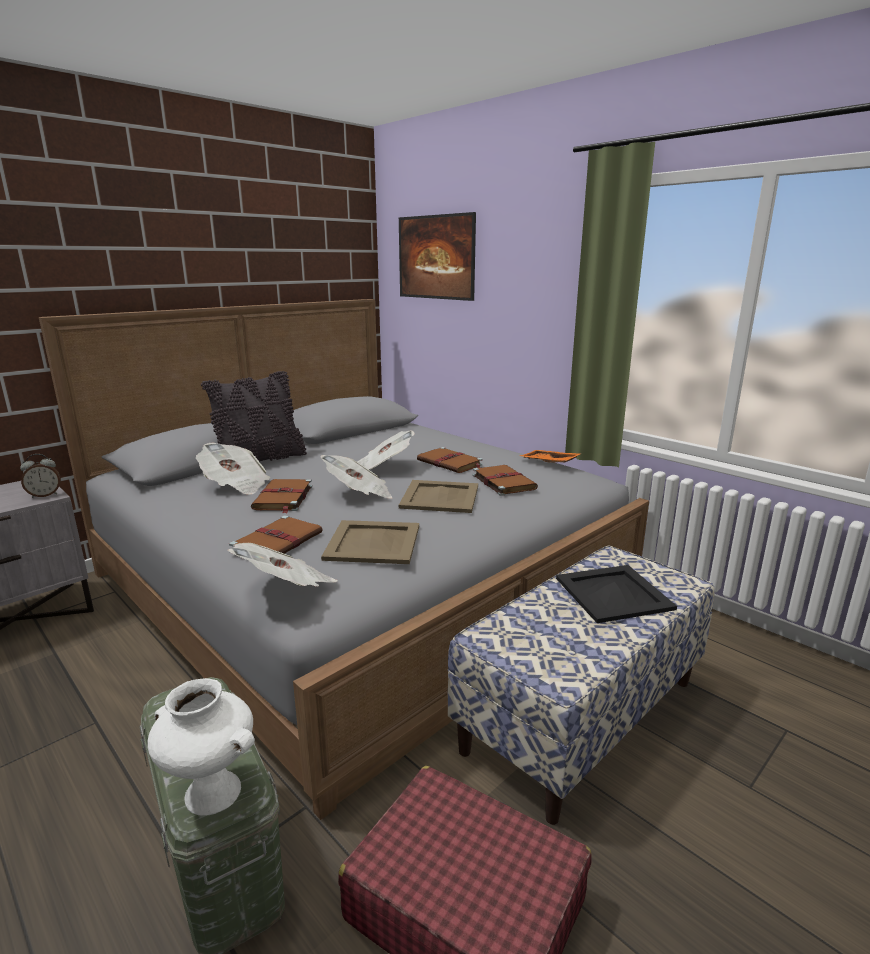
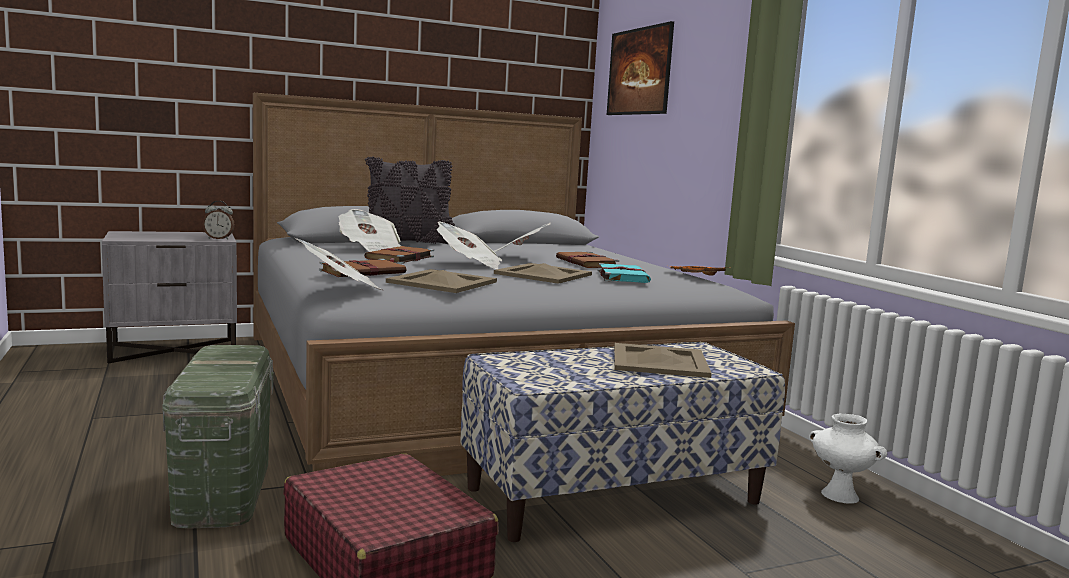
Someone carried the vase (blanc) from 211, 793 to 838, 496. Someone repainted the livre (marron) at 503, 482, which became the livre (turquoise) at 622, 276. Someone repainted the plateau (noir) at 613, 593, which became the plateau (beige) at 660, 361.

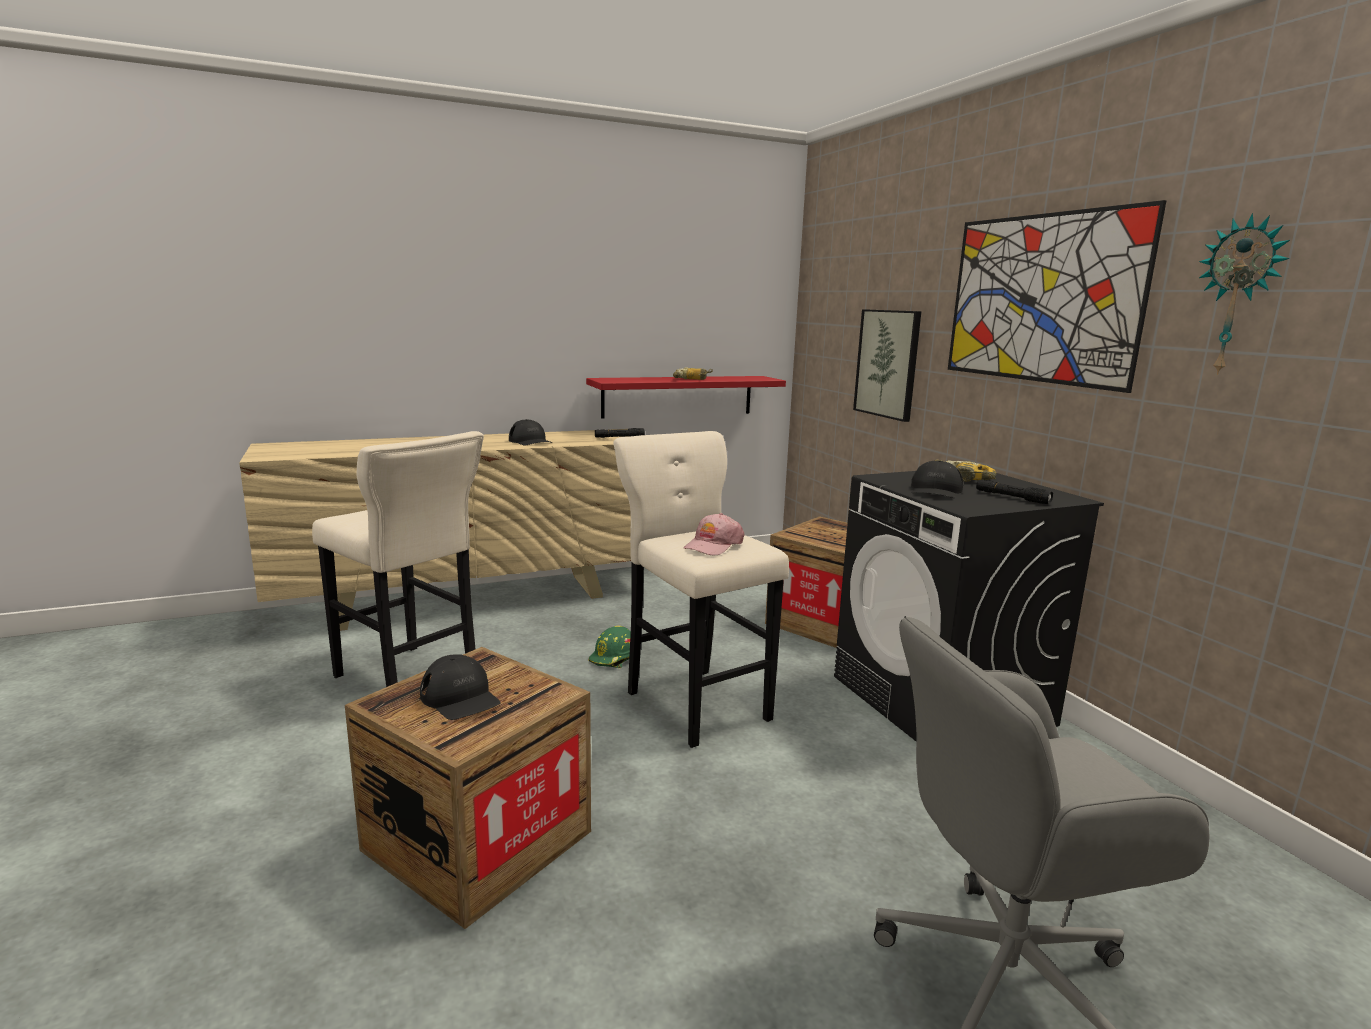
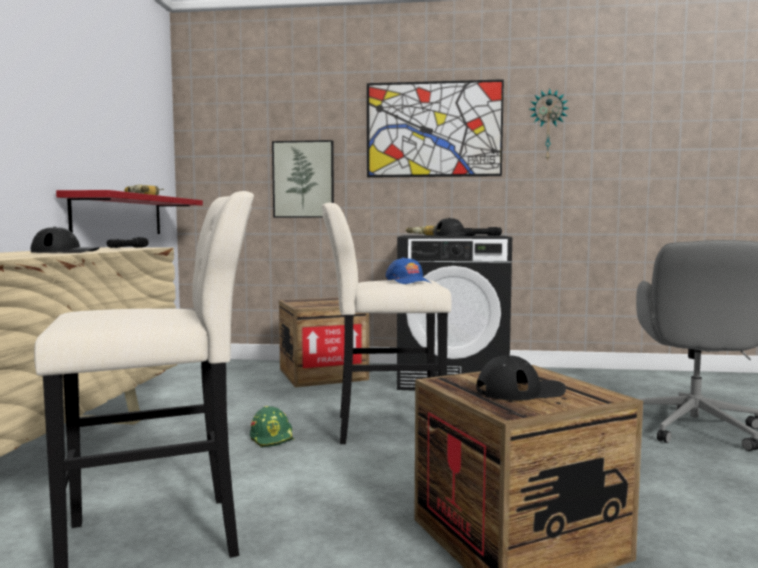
Someone repainted the casquette (rose) at 713, 545, which became the casquette (bleu) at 408, 282.

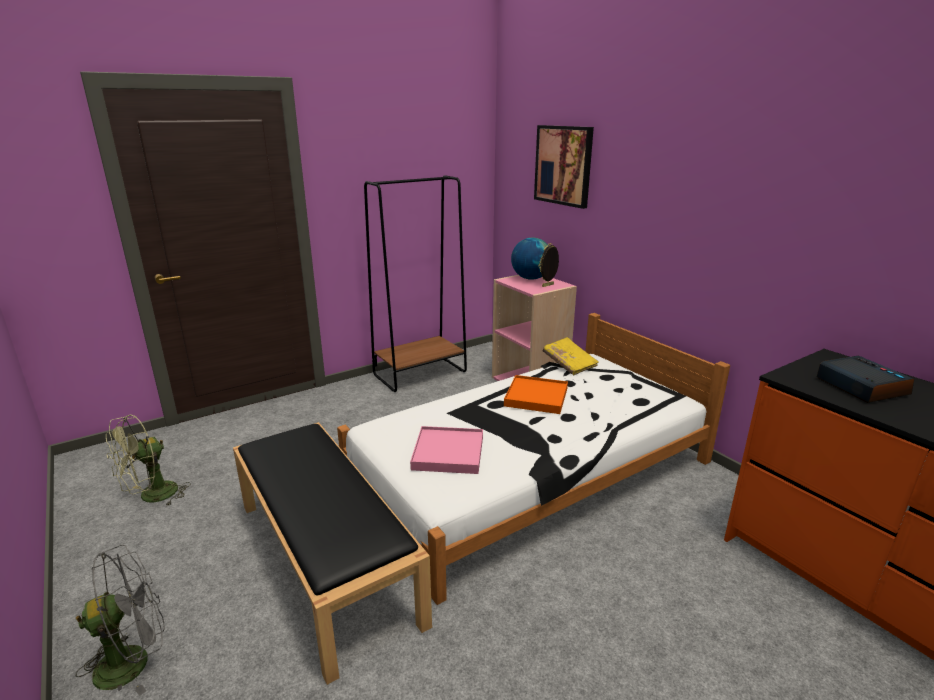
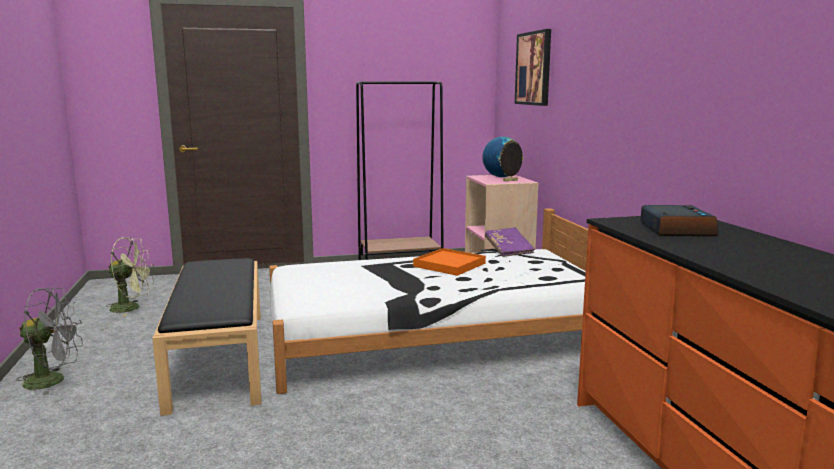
Someone rotated the ventilateur (vert) at 152, 497 by 150 degrees counterclockwise. Someone took away the plateau (rose) at 448, 453. Someone repainted the livre (jaune) at 569, 364, which became the livre (violet) at 509, 250.

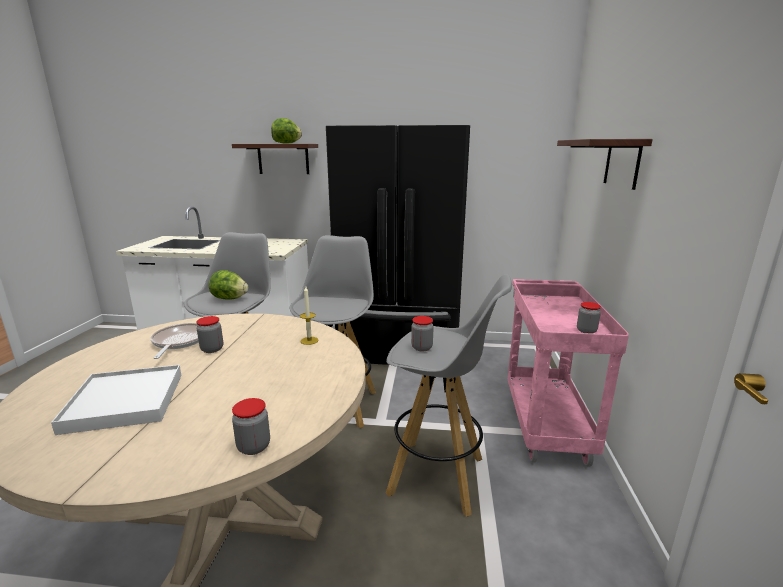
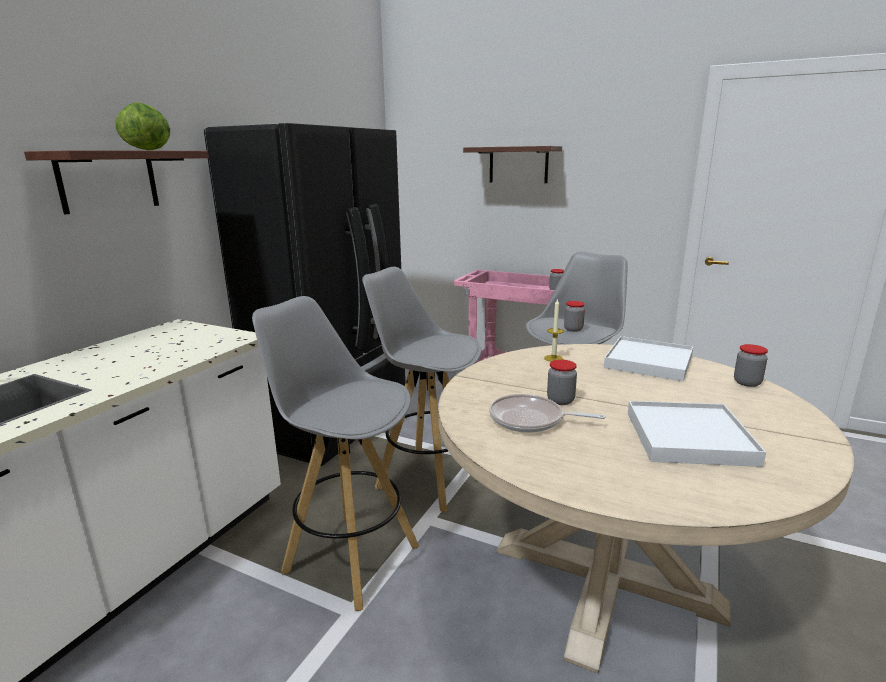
Someone took away the laitue at 229, 299. Someone put down the plateau (blanc) at 649, 362.

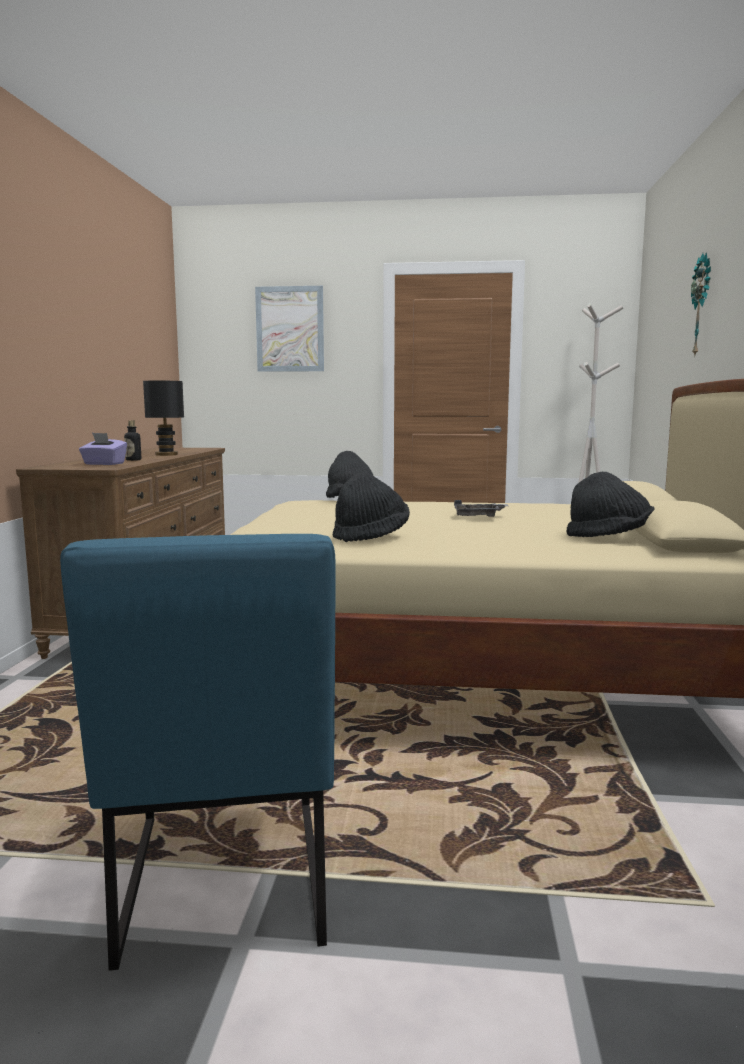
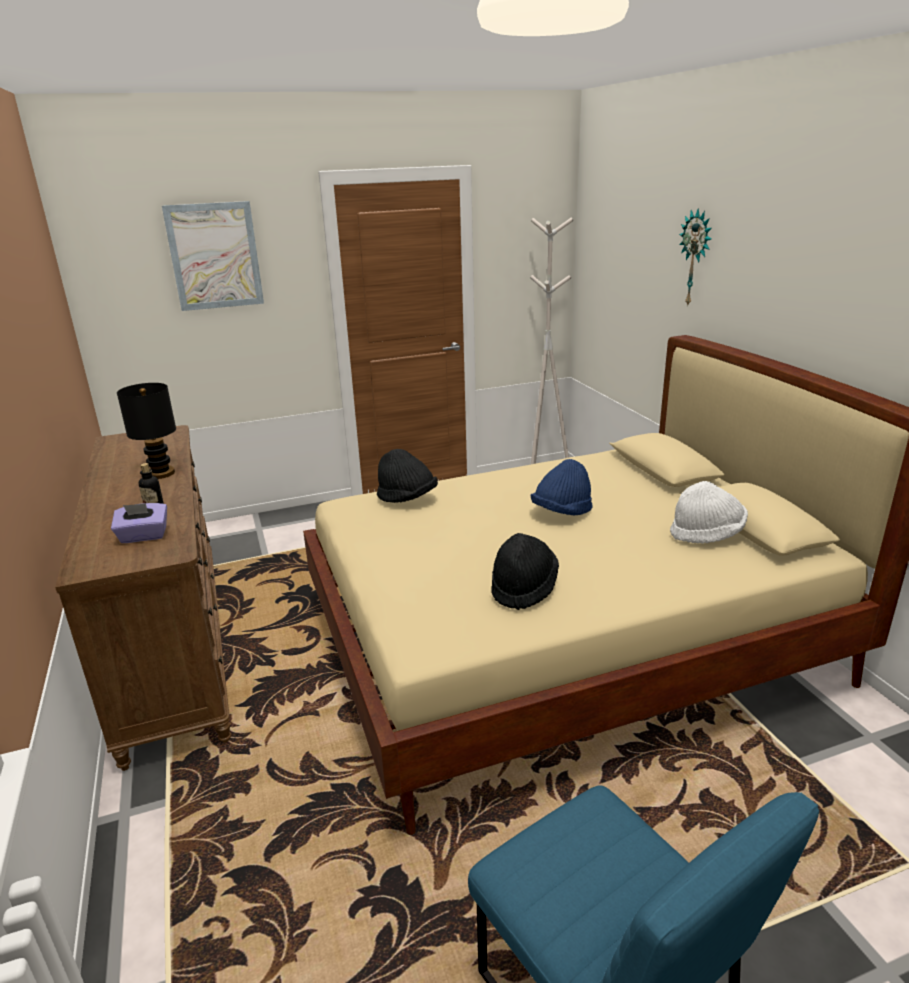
Someone swapped the plateau (gris) at 478, 516 for the chapeau (bleu) at 561, 512. Someone repainted the chapeau (noir) at 609, 537, which became the chapeau (blanc) at 707, 534.

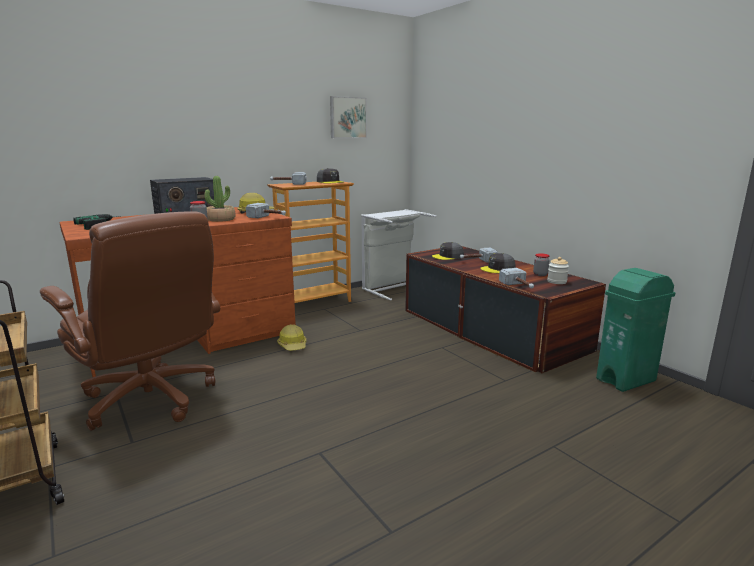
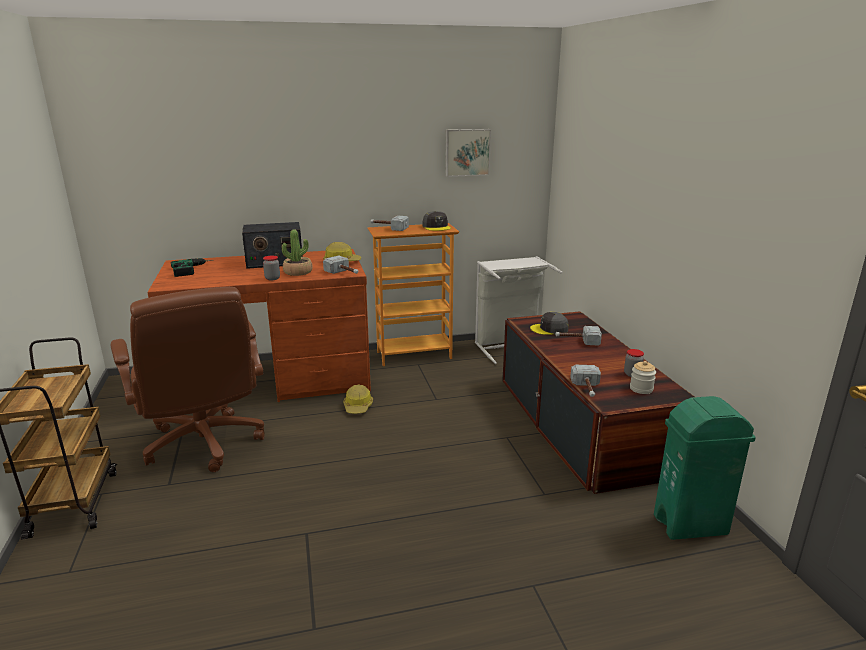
Someone took away the casquette (gris) at 498, 269.

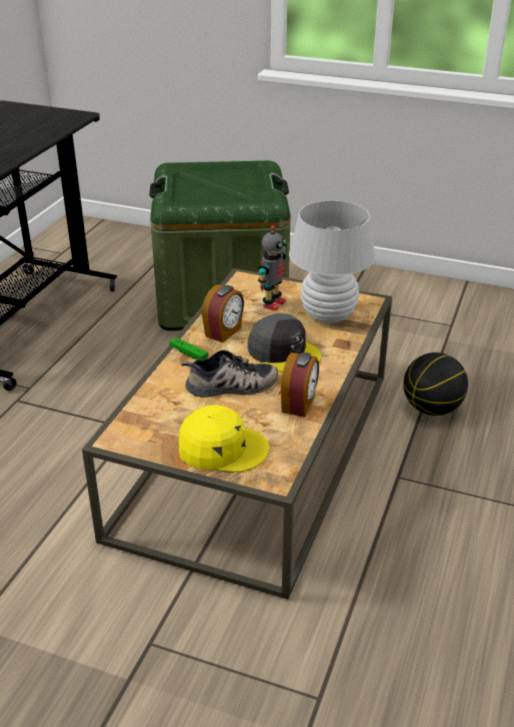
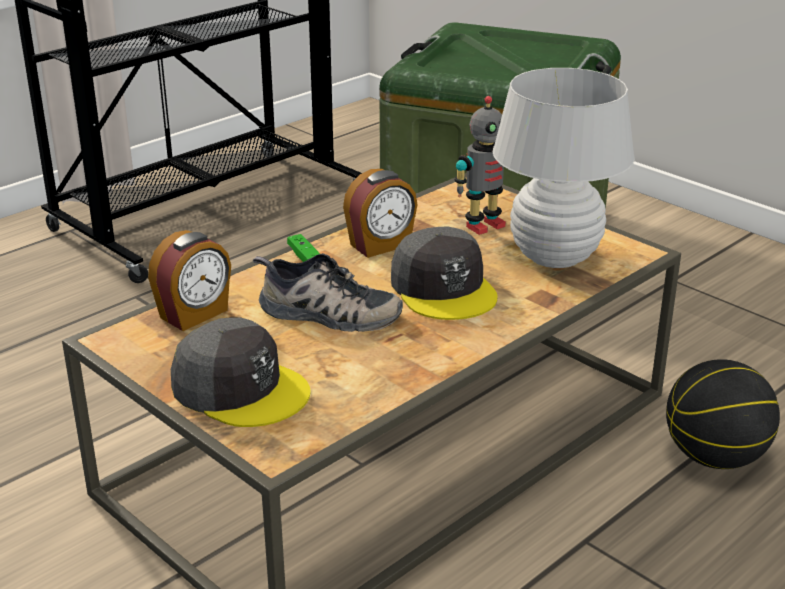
Someone repainted the casquette (jaune) at 222, 448, which became the casquette (gris) at 240, 388. Someone carried the réveil from 299, 404 to 195, 314.

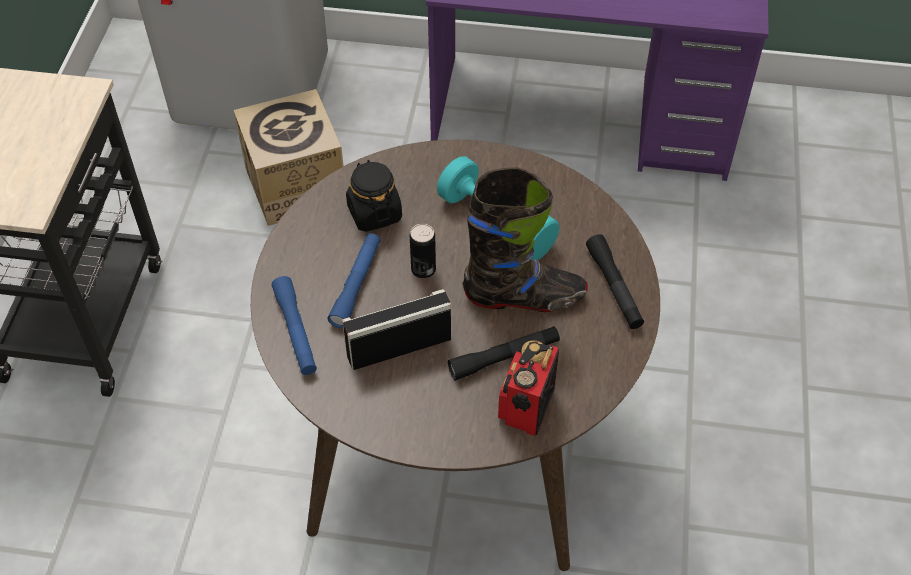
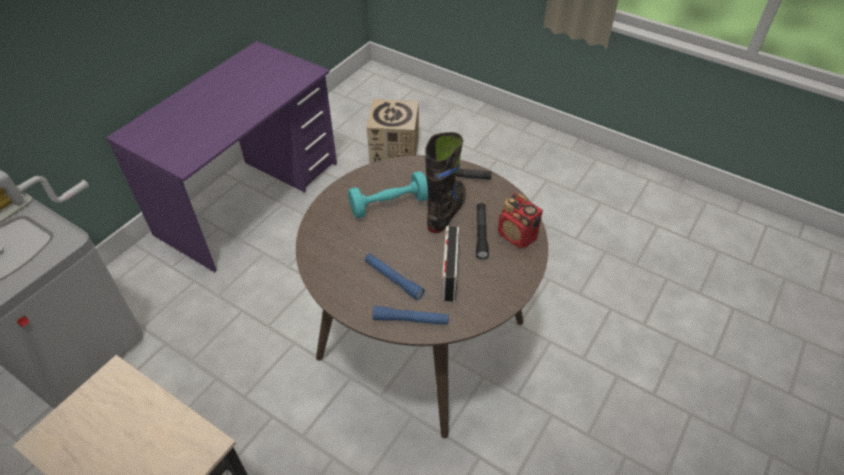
Someone carried the carton from 296, 186 to 394, 150. Someone took away the bocal (noir) at 374, 213. Someone took away the boîte métallique at 423, 269.

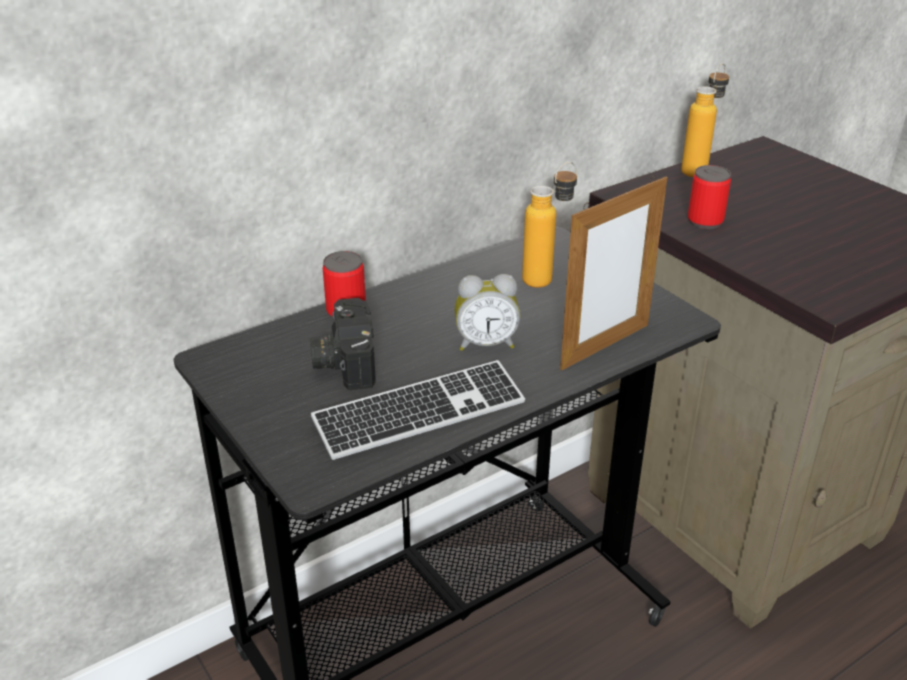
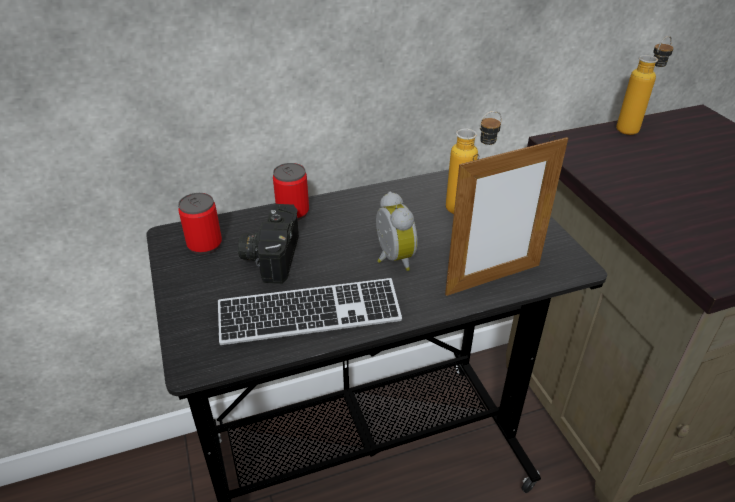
Someone rotated the réveil at 485, 343 by 120 degrees counterclockwise. Someone carried the boîte métallique from 705, 221 to 204, 244.

